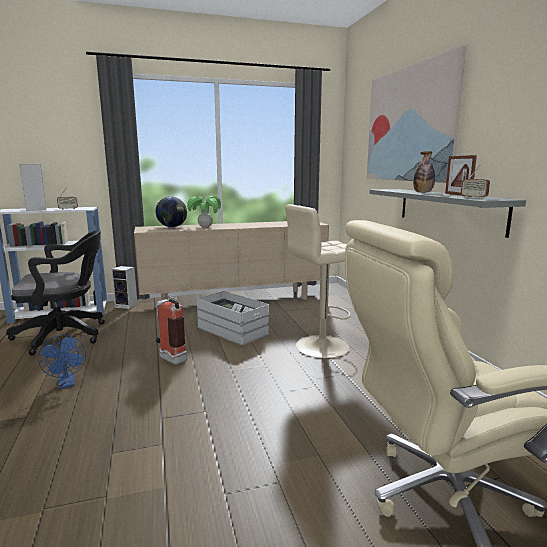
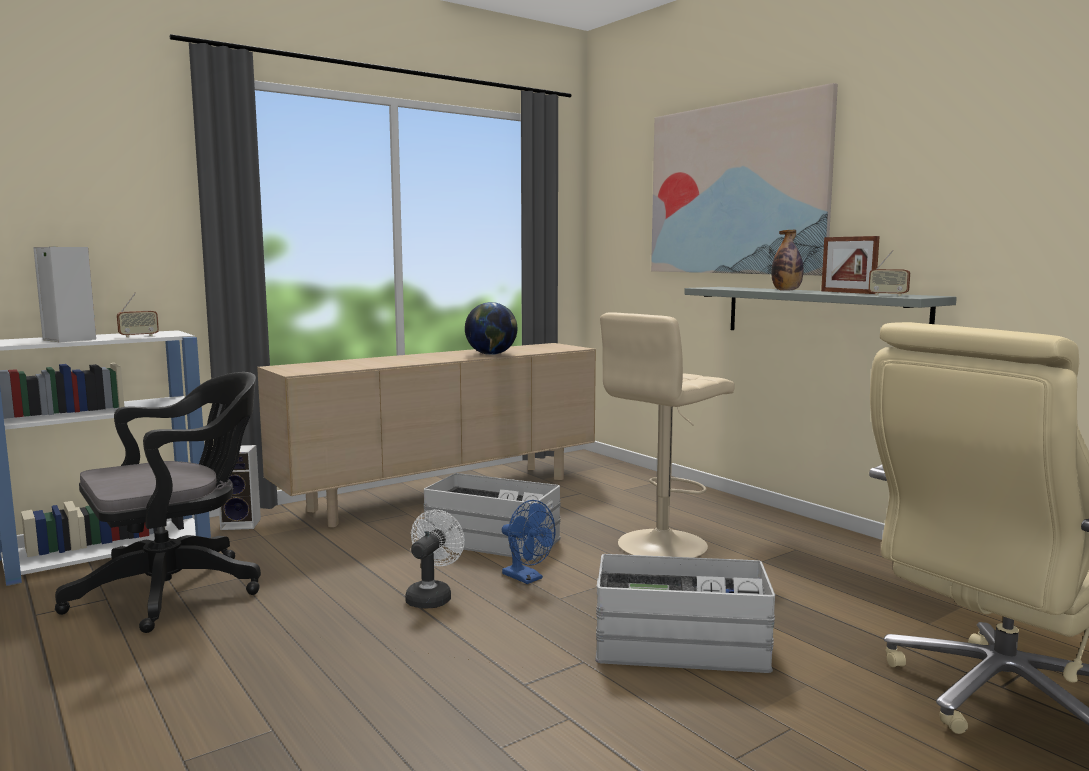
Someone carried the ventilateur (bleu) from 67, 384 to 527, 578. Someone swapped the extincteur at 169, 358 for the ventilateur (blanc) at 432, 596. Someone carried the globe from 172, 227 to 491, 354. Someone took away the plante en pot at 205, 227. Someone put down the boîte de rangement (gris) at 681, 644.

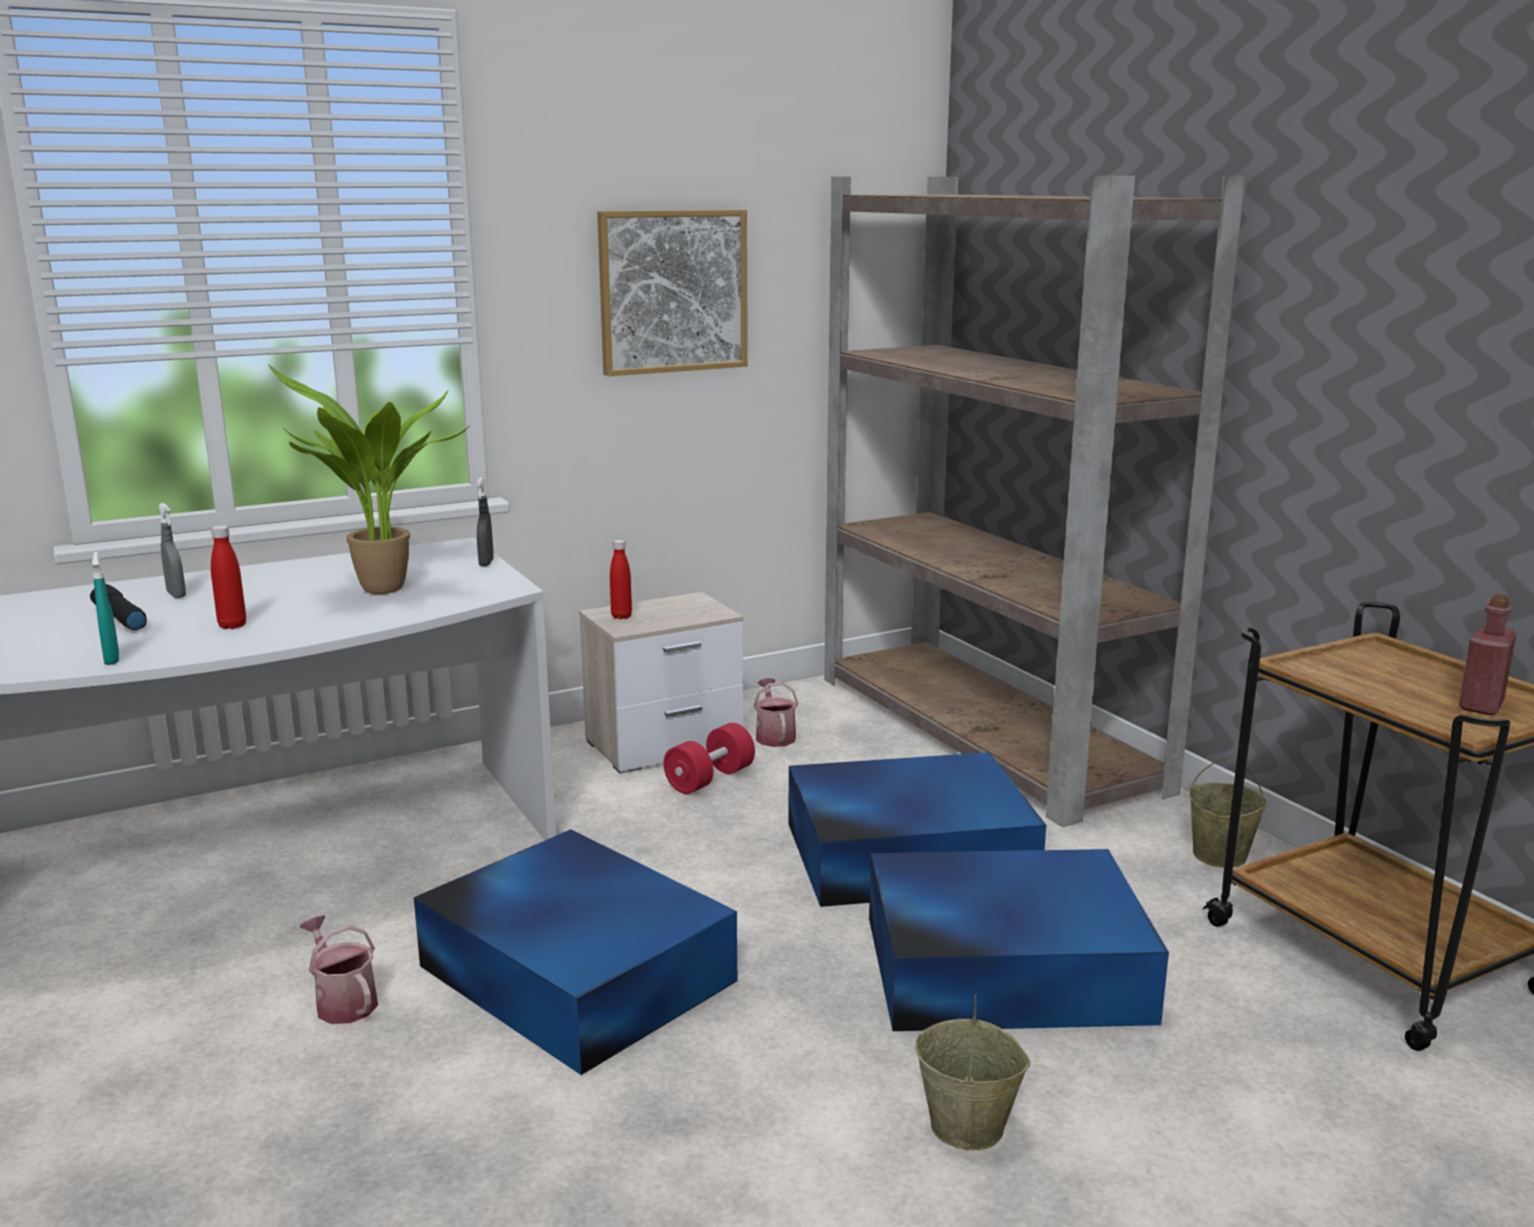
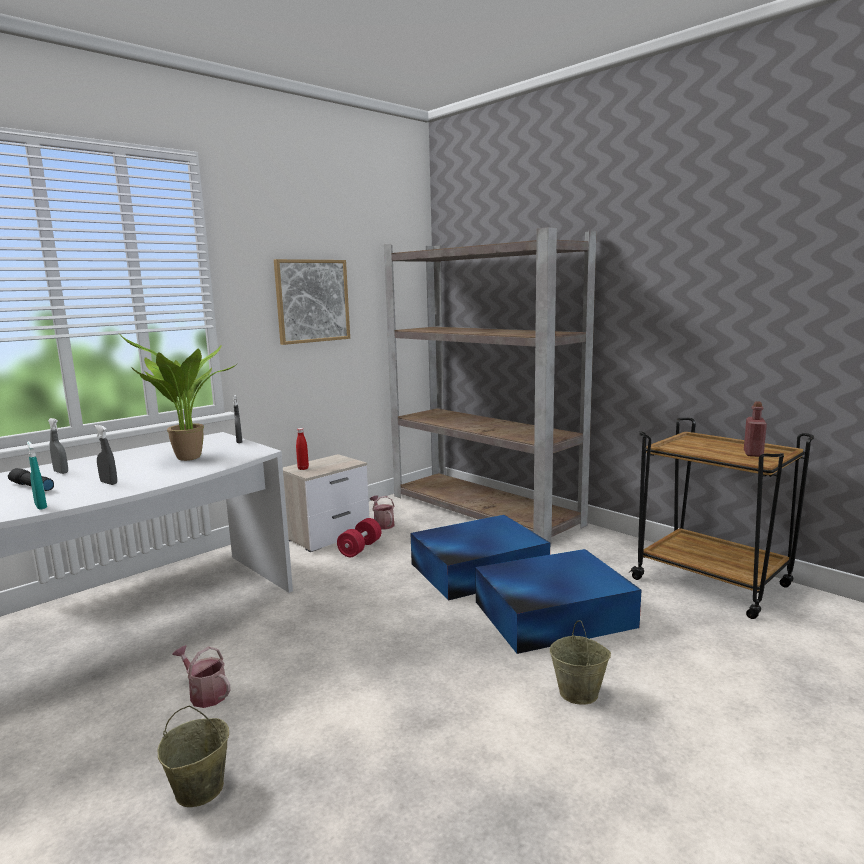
Someone swapped the bouteille (rouge) at 232, 626 for the vaporisateur (gris) at 109, 483. Someone took away the boîte de rangement (bleu) at 575, 971. Someone carried the seau (beige) from 1219, 856 to 199, 790.

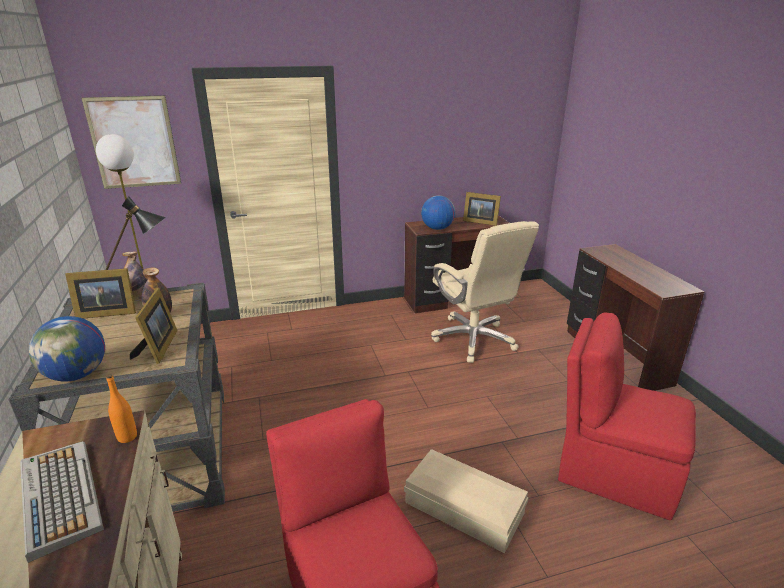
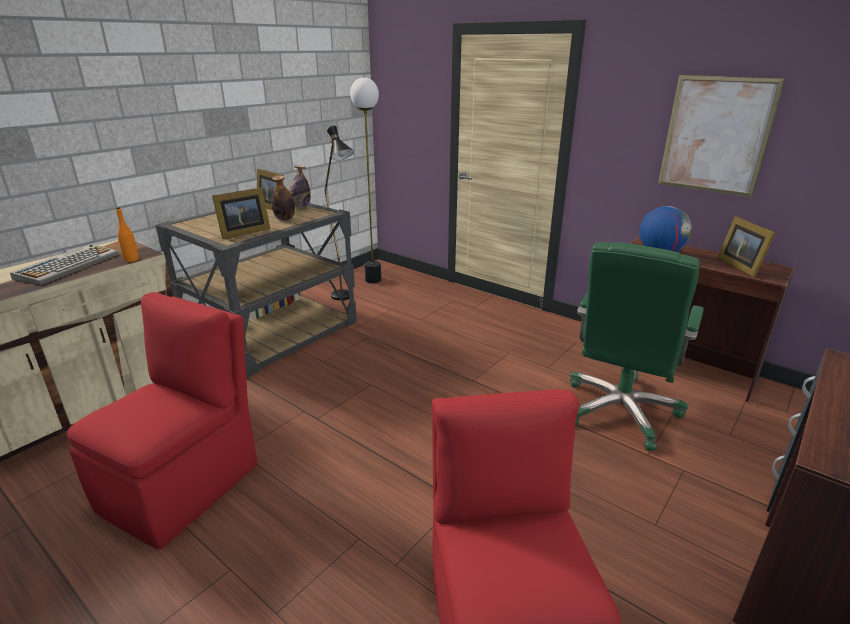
Someone took away the globe at 77, 375. Someone carried the tableau from 134, 142 to 716, 135. Someone took away the boîte de rangement (beige) at 465, 510. Someone repainted the chaise de bureau (beige) at 473, 339, which became the chaise de bureau (vert) at 620, 410.

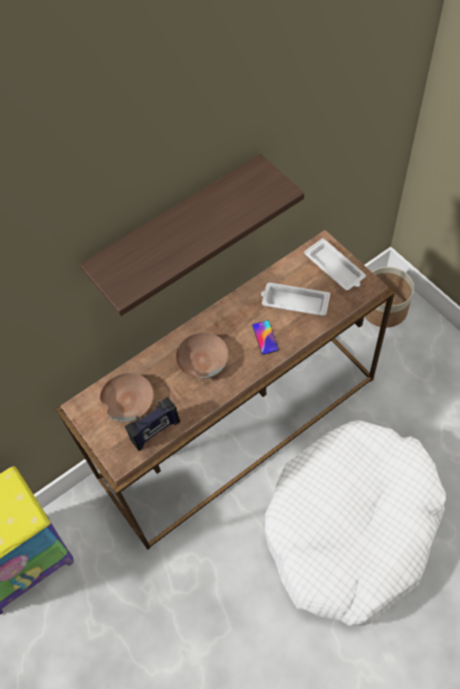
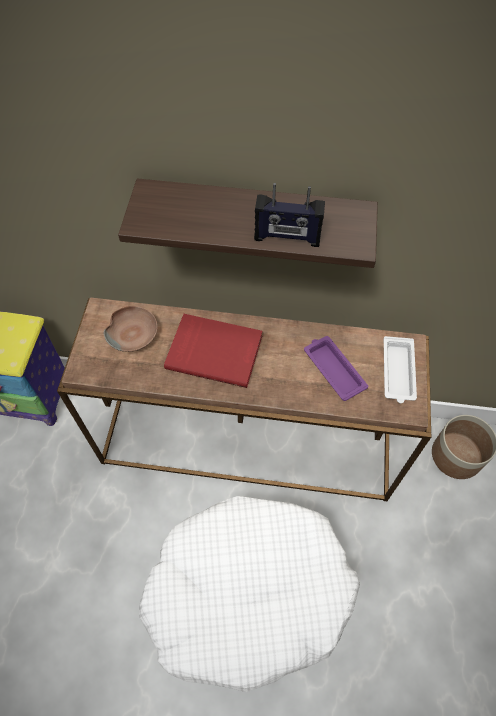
Someone carried the radio from 156, 431 to 287, 237. Someone swapped the bol (marron) at 202, 359 for the livre (rouge) at 215, 351. Someone took away the téléphone at 265, 337. Someone repainted the plateau (blanc) at 294, 302, which became the plateau (violet) at 333, 369.

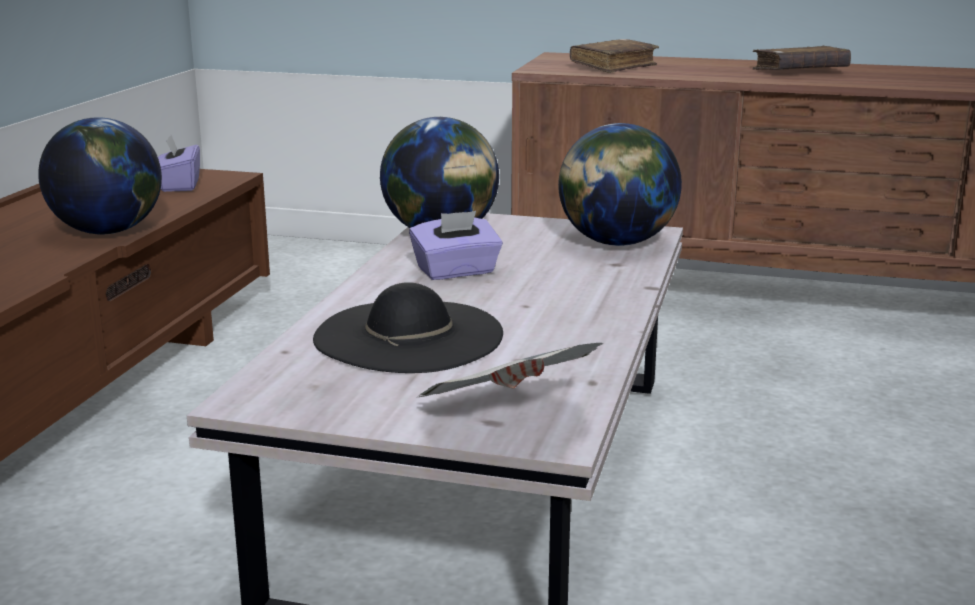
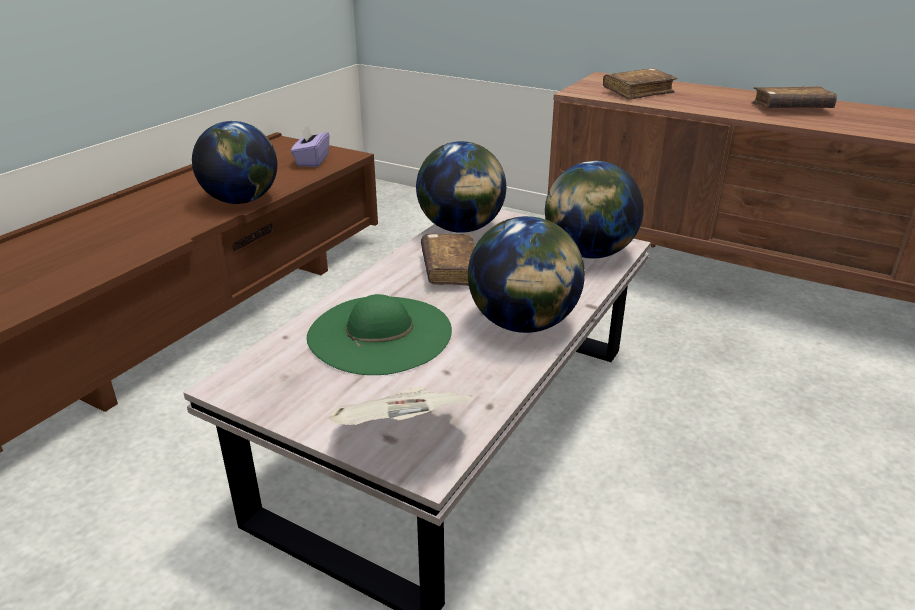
Someone repainted the chapeau (noir) at 408, 336, which became the chapeau (vert) at 380, 333. Someone swapped the boîte à mouchoirs (violet) at 456, 271 for the livre (marron) at 451, 270. Someone put down the globe at 523, 324.

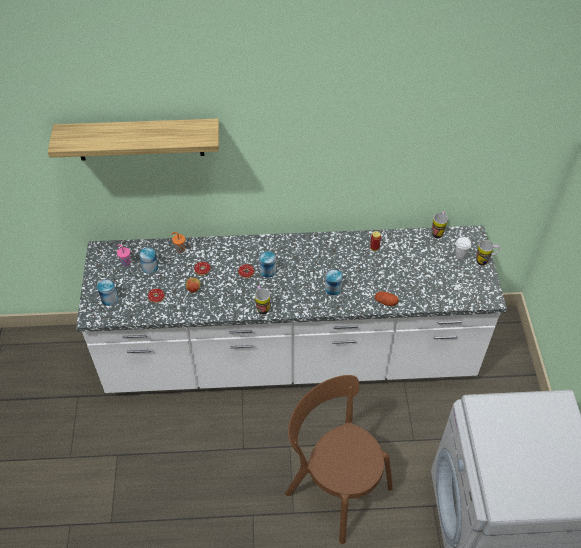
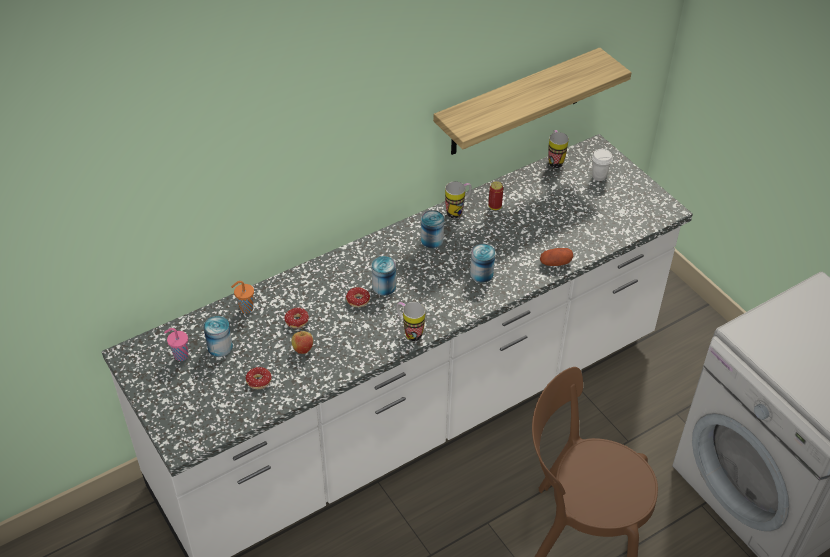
Someone carried the étagère from 139, 139 to 517, 103. Someone carried the boîte métallique from 109, 299 to 432, 240. Someone carried the mug from 485, 261 to 458, 211.

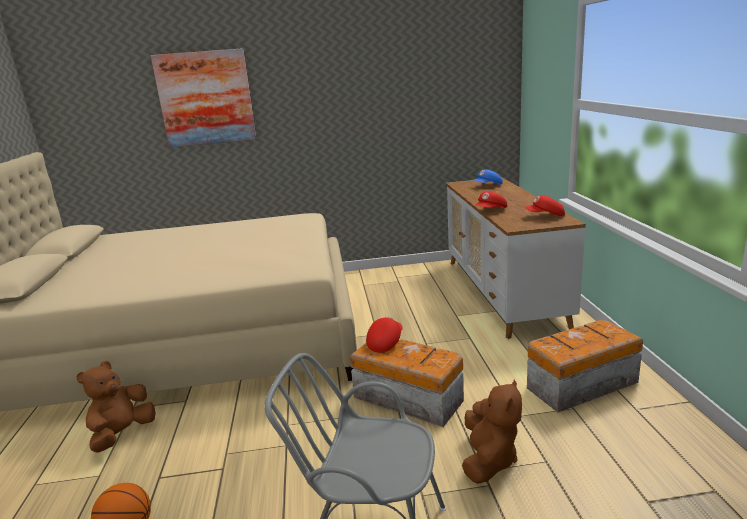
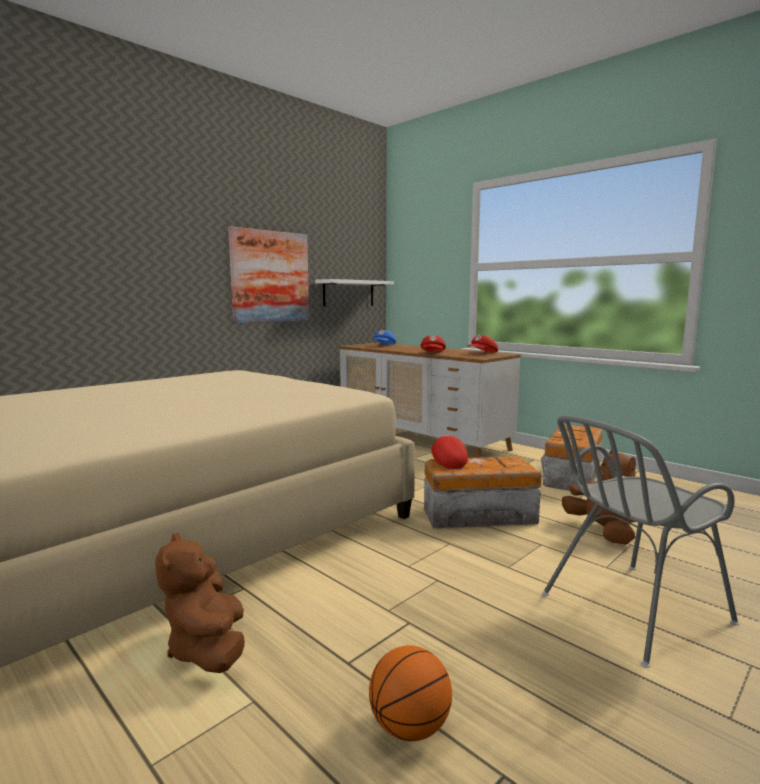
Someone carried the tableau from 206, 98 to 270, 277. Someone put up the étagère (blanc) at 348, 293.

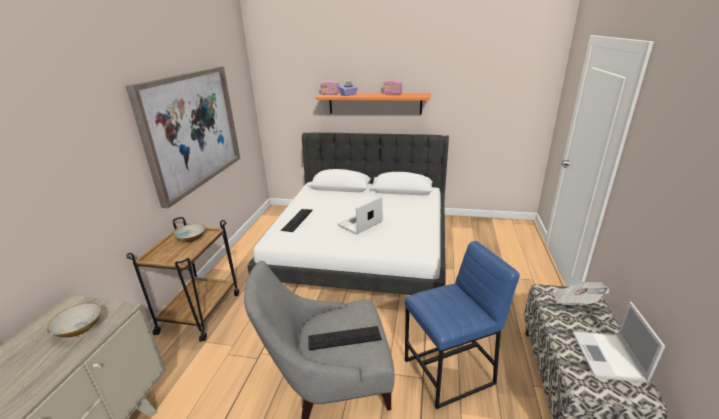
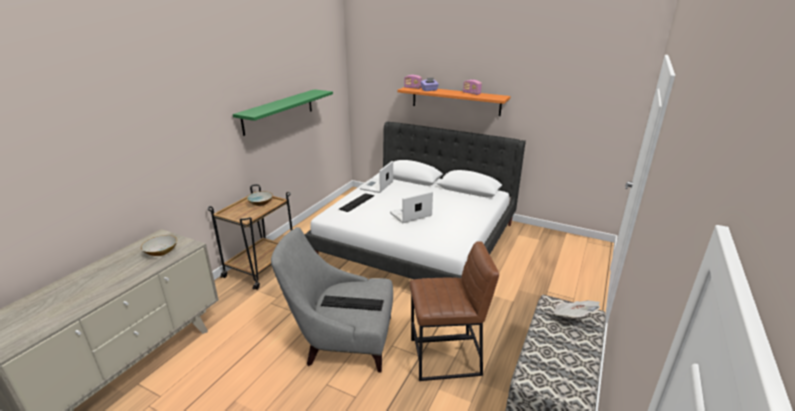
Someone swapped the tableau at 192, 130 for the étagère (vert) at 279, 111. Someone repainted the chaise (bleu) at 450, 371, which became the chaise (marron) at 446, 356. Someone carried the ordinateur portable from 608, 357 to 376, 186.

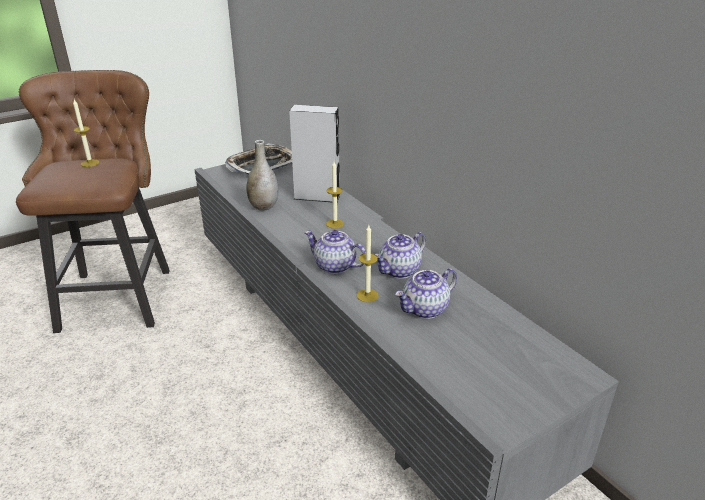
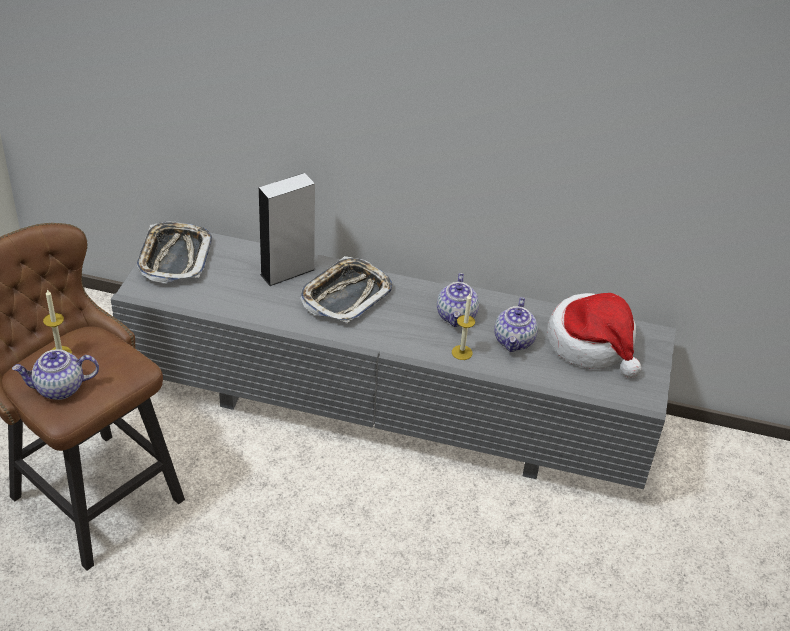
Someone took away the vase (gris) at 264, 206. Someone carried the théière from 334, 266 to 59, 388. Someone swapped the bougie at 335, 223 for the plateau at 346, 295. Someone put down the chapeau at 592, 344.

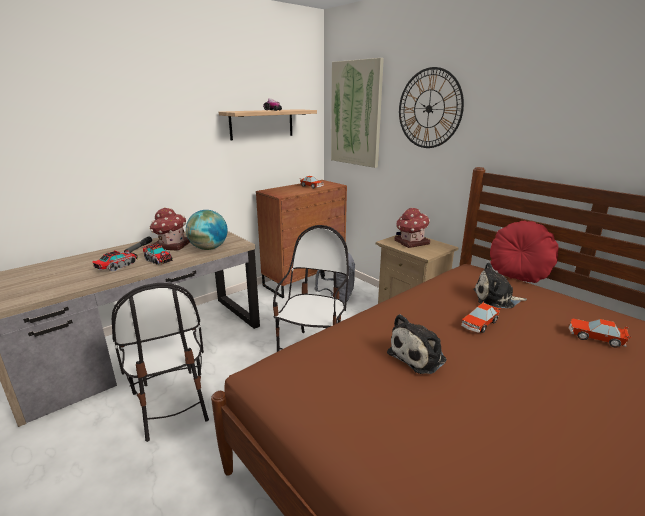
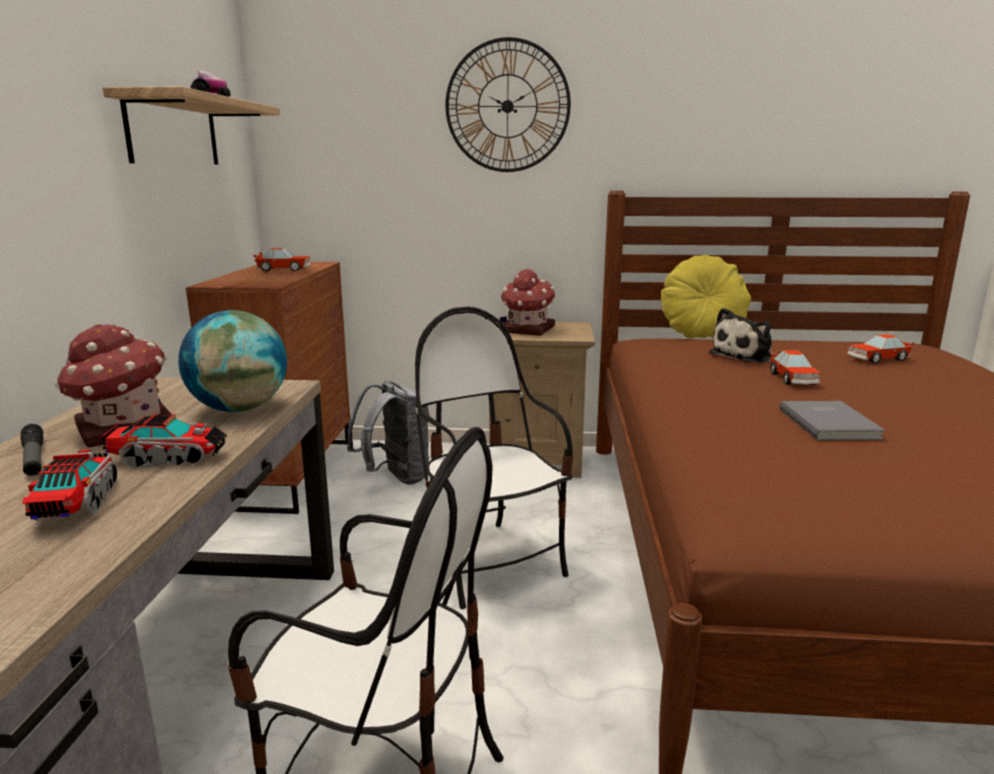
Someone took away the tableau at 356, 114. Someone swapped the peluche at 419, 356 for the livre (gris) at 830, 423. Someone repainted the coussin (rouge) at 517, 277, which became the coussin (jaune) at 701, 336.

